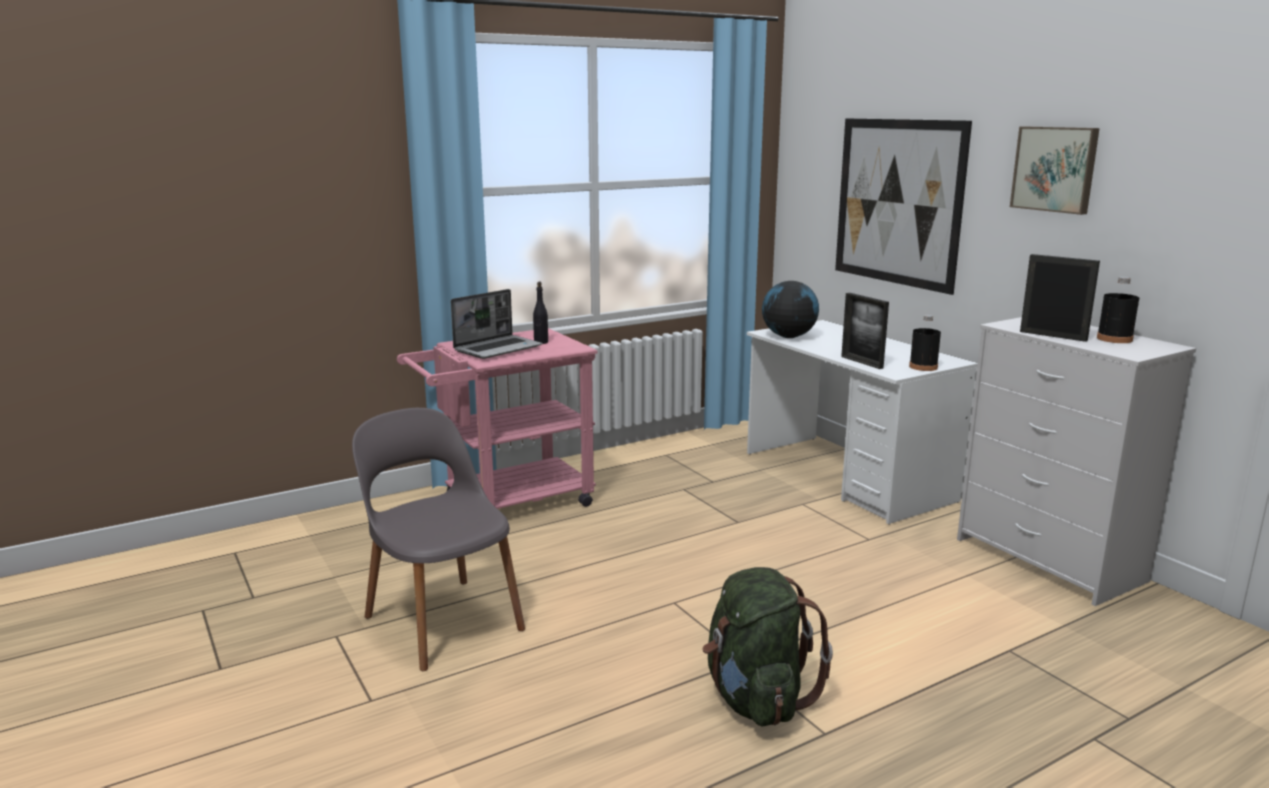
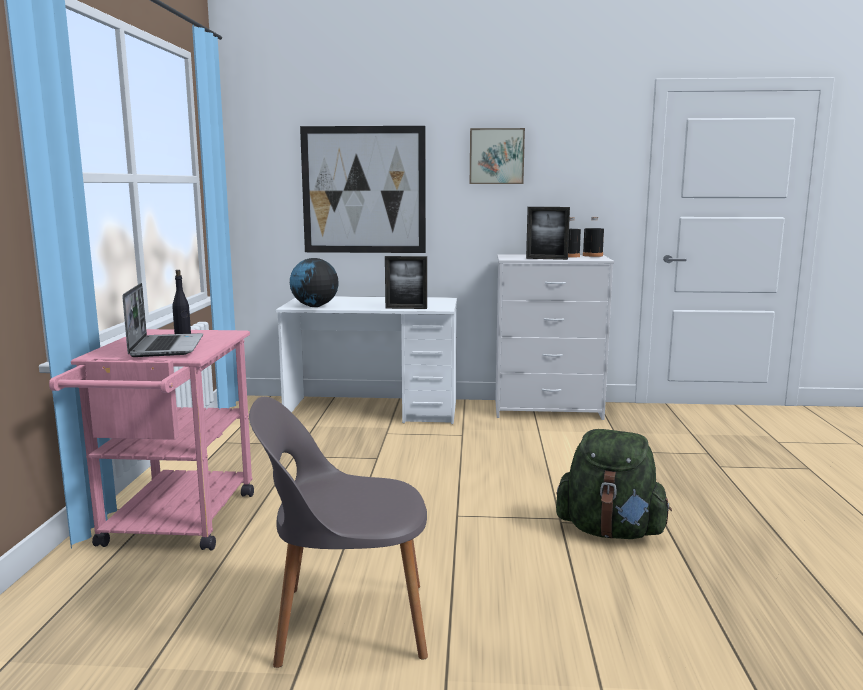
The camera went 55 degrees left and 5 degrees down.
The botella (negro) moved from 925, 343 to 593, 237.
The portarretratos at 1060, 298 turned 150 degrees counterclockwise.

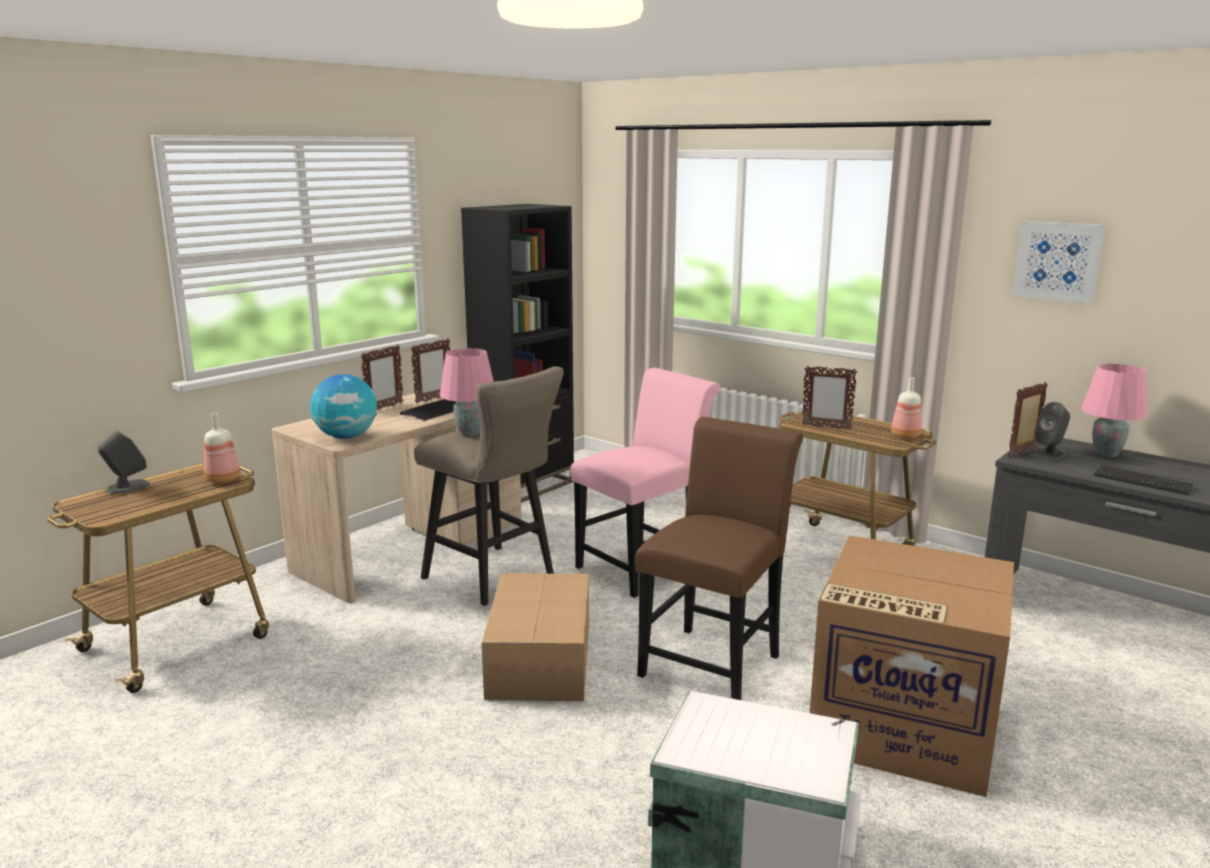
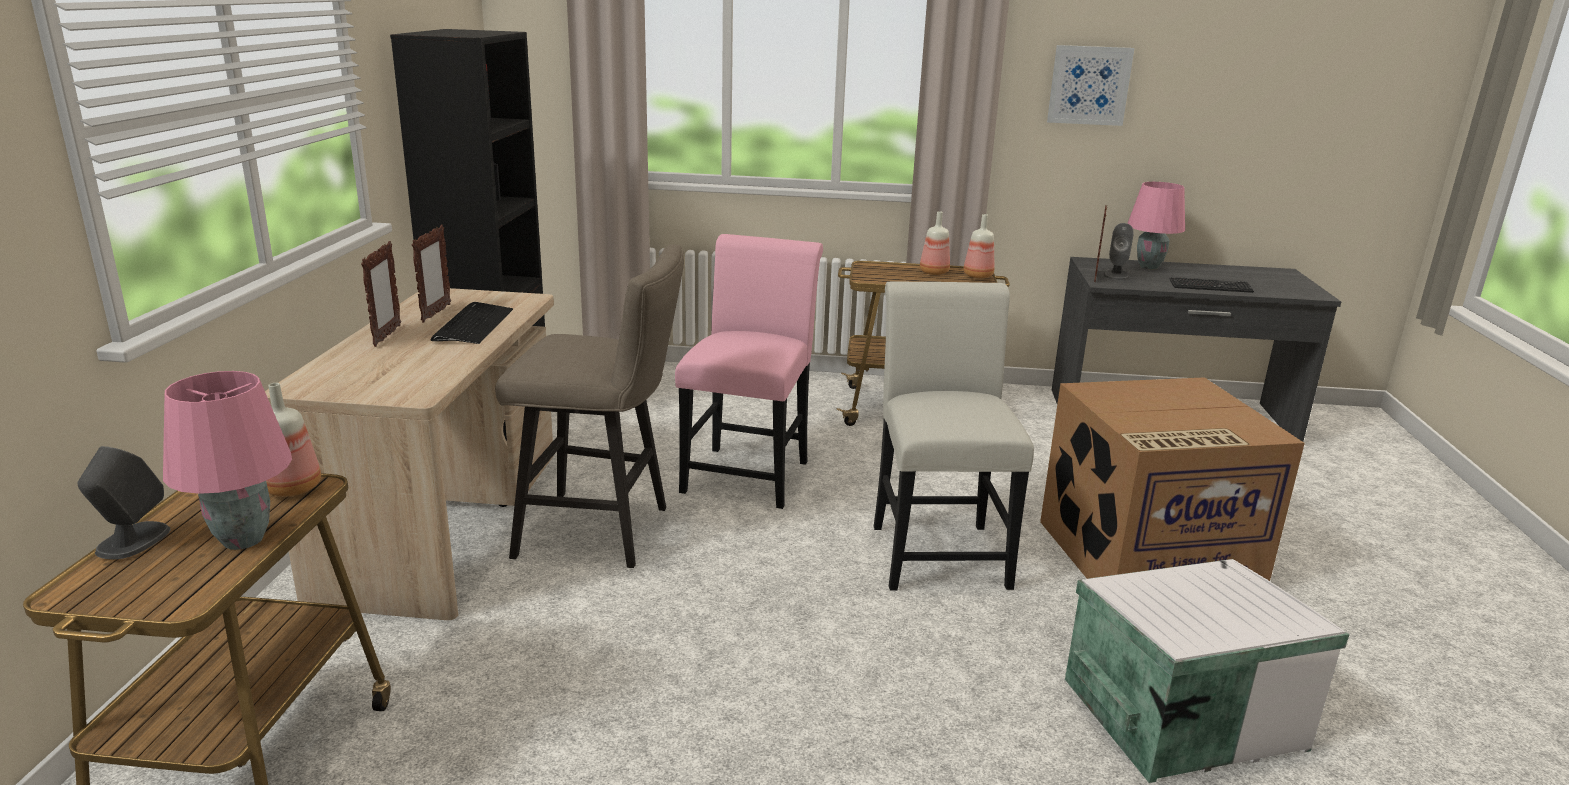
The camera went 35 degrees left and 5 degrees up.
The globo terráqueo at 343, 406 disappeared.
The caja de cartón at 535, 637 disappeared.
The portarretratos at 829, 398 disappeared.
The botella at 935, 243 appeared.
The lámpara de mesa (rosa) moved from 467, 392 to 227, 460.
The silla (marrón) at 719, 558 became the silla (blanco) at 954, 435.

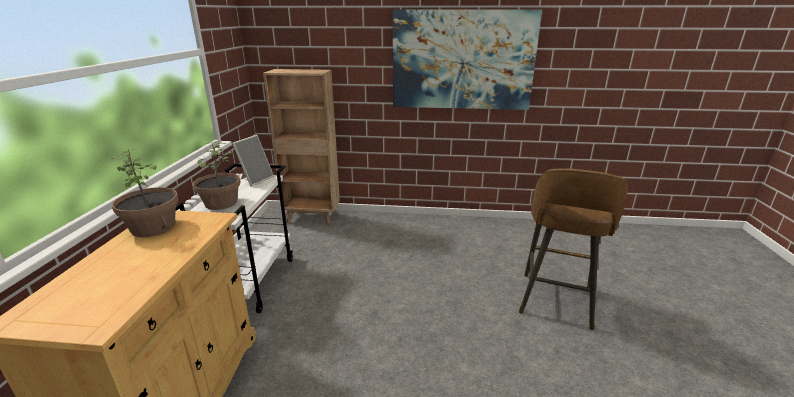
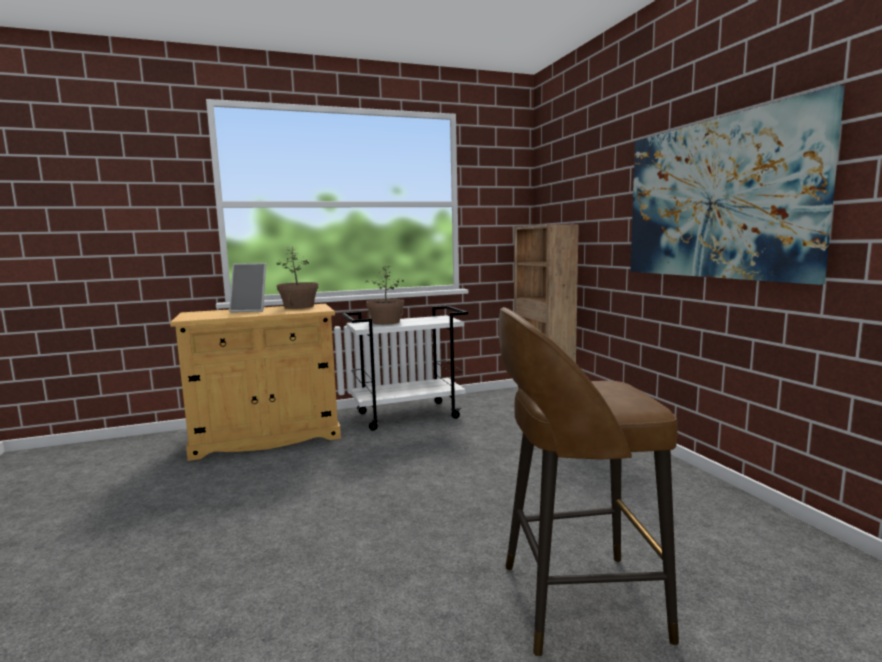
The camera went 65 degrees right and 15 degrees down.
The portarretratos moved from 253, 161 to 247, 287.

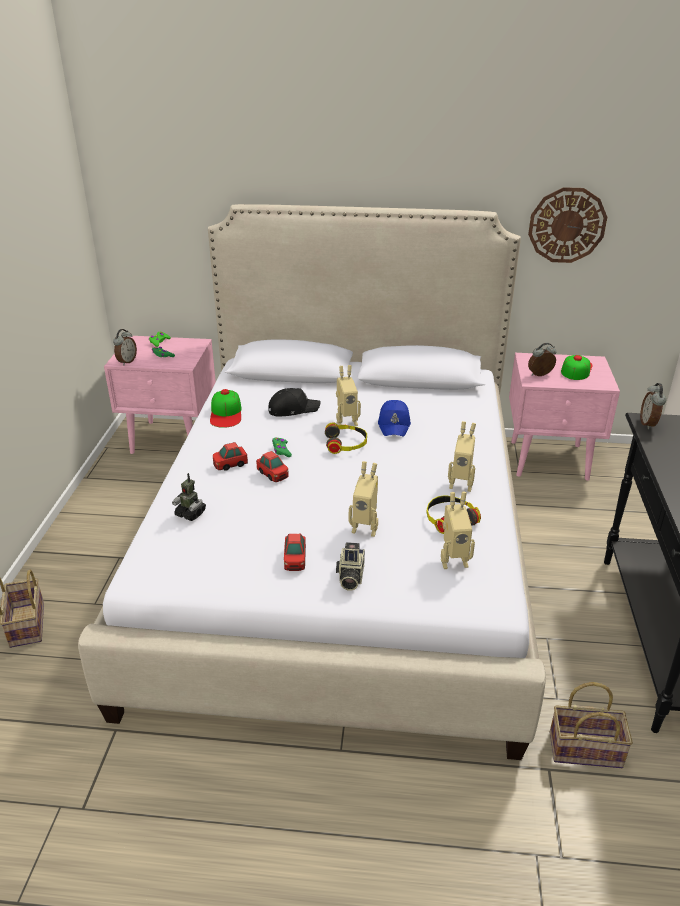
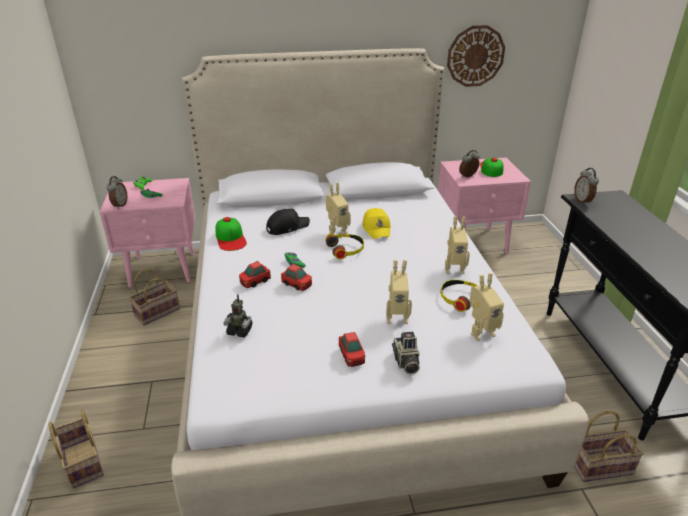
The camera went 15 degrees left and 0 degrees up.
The cesta at 154, 297 appeared.
The gorra (azul) at 394, 418 became the gorra (amarillo) at 377, 223.

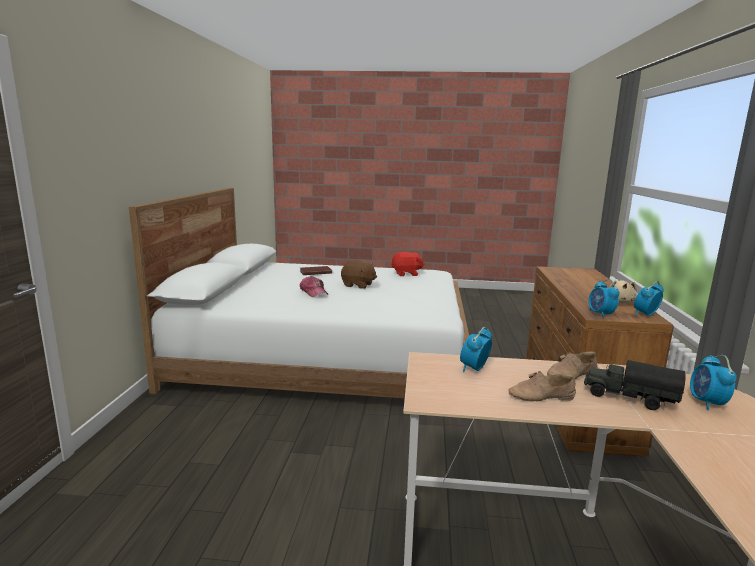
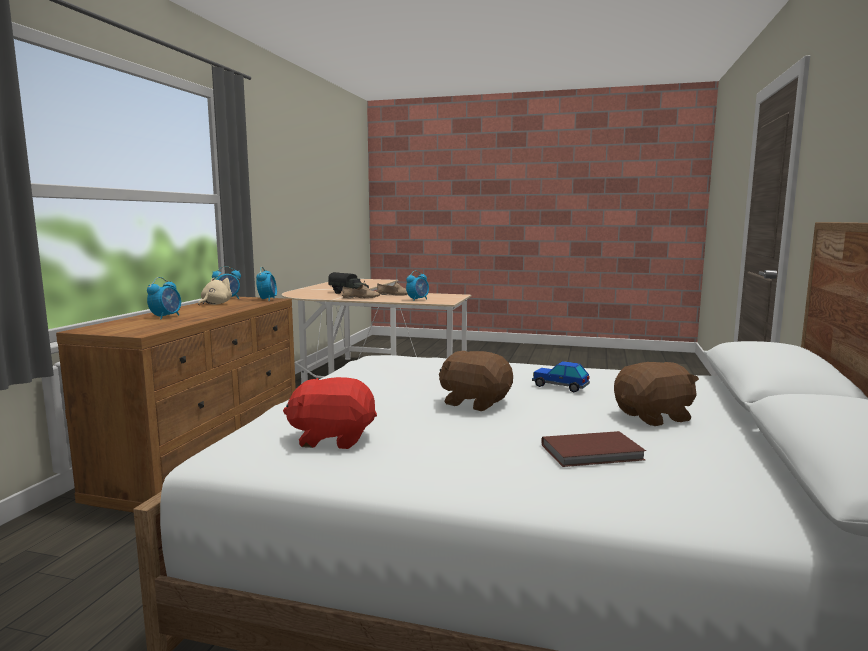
The camera went 170 degrees left and 5 degrees down.
The peluche (marrón) at 656, 394 appeared.
The despertador moved from 713, 382 to 164, 298.
The gorra at 314, 286 was replaced by the coche de juguete at 561, 377.

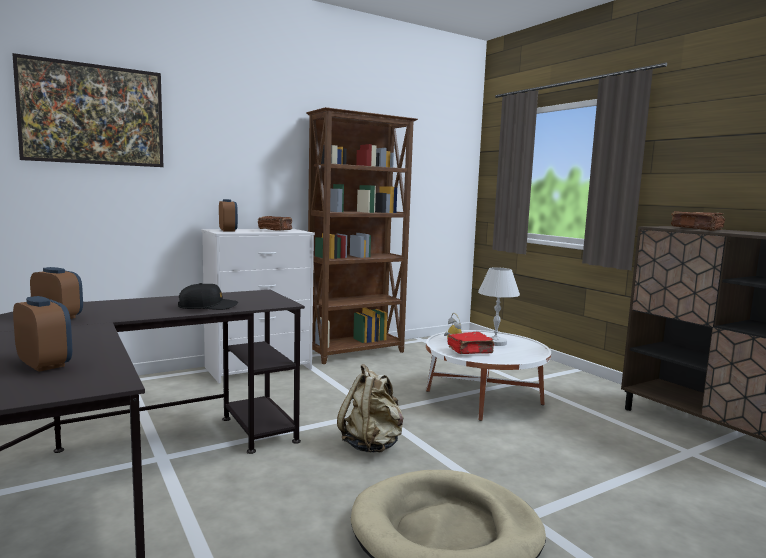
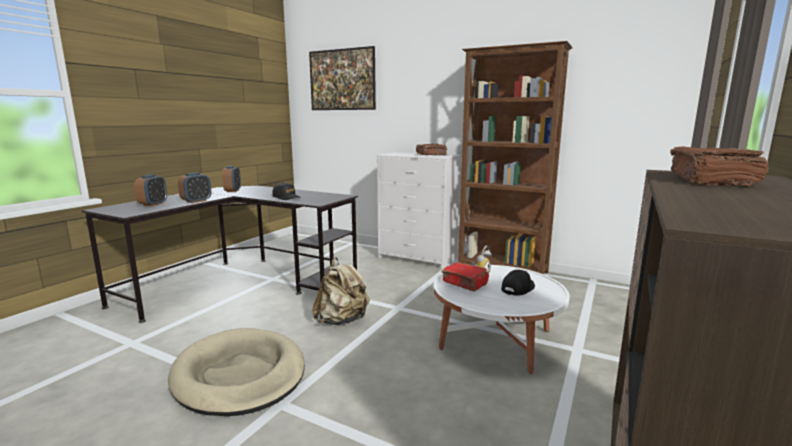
The camera went 60 degrees right and 5 degrees up.
The despertador moved from 228, 215 to 194, 187.
The lámpara de mesa (blanco) at 499, 306 was replaced by the gorra (negro) at 518, 283.

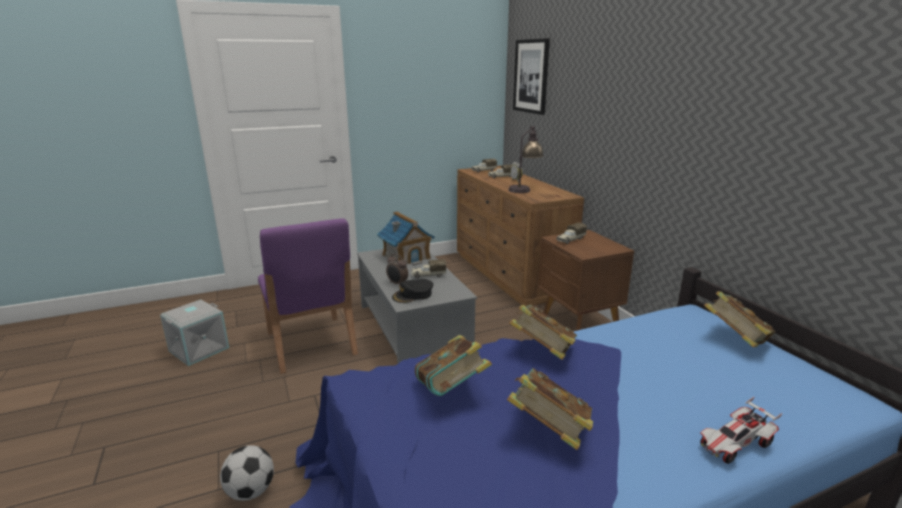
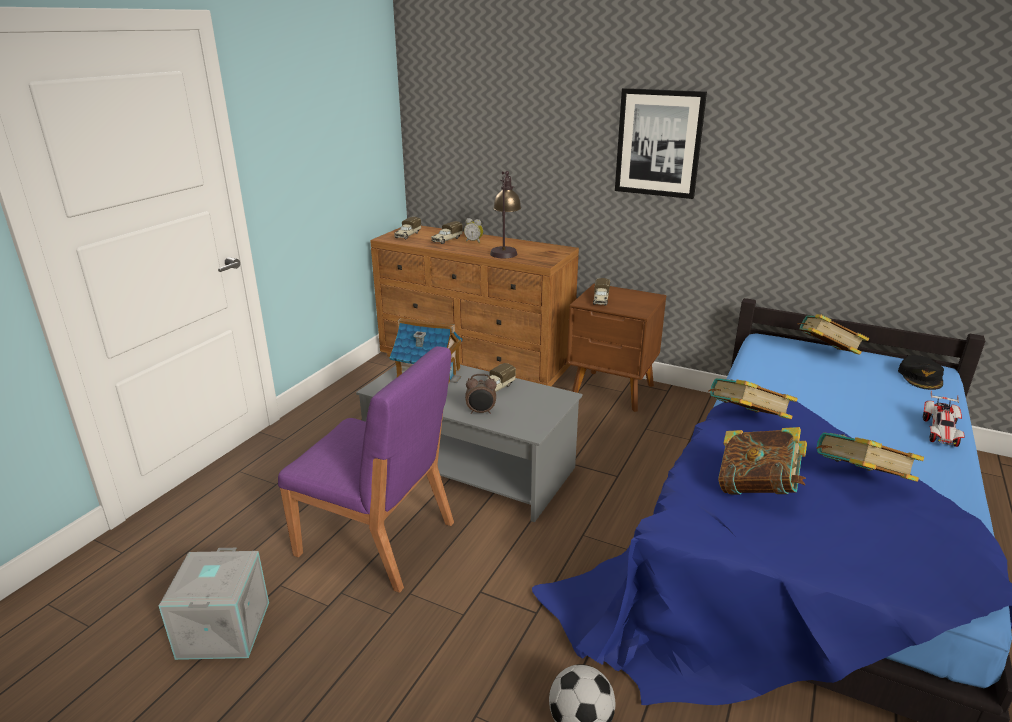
The camera went 40 degrees left and 5 degrees up.
The gorra (negro) moved from 412, 291 to 921, 372.
The cuadro moved from 531, 76 to 661, 143.

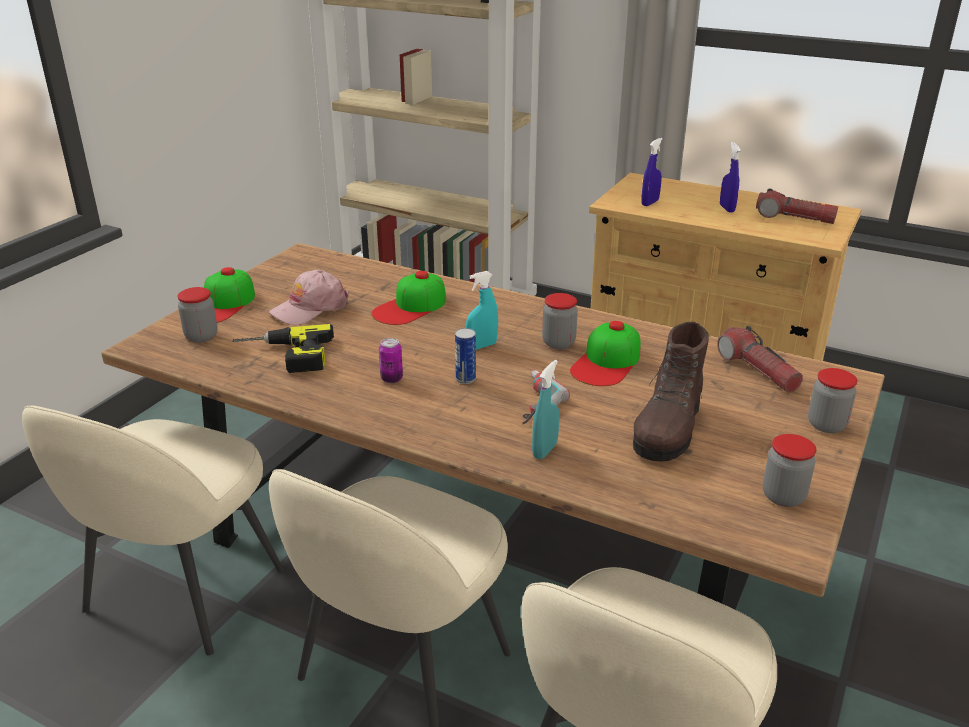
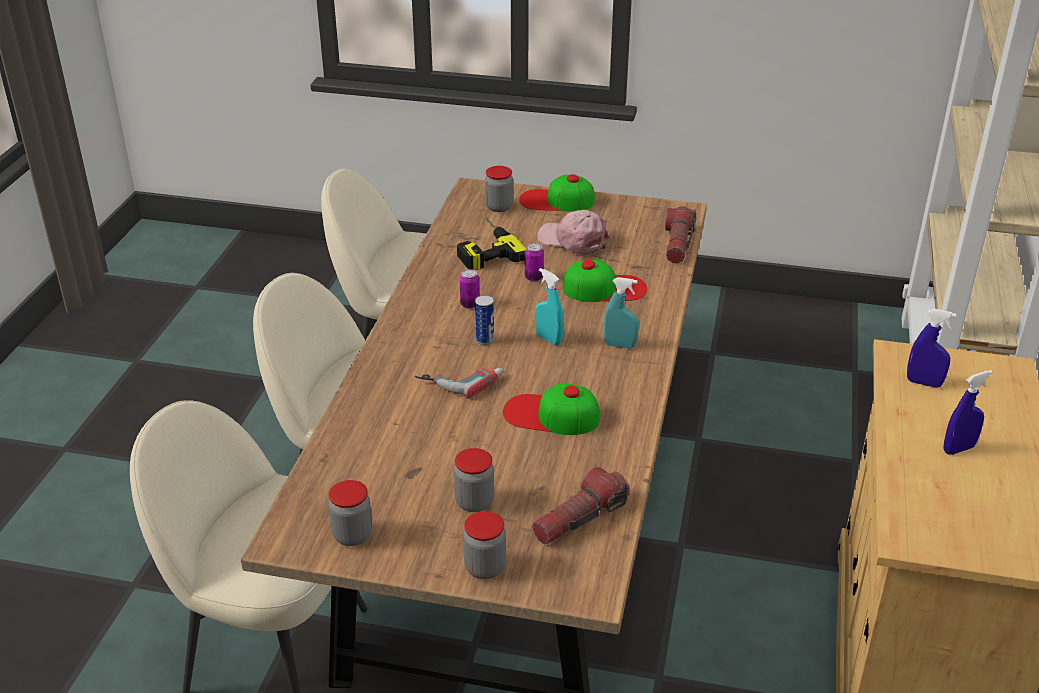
The camera went 75 degrees right and 5 degrees up.
The bota (marrón) at 671, 392 disappeared.
The lata at 534, 262 appeared.
The pulverizador (turquesa) moved from 546, 409 to 621, 313.
The tarro moved from 560, 321 to 474, 480.
The linterna moved from 797, 206 to 680, 234.
The gorra at 409, 298 turned 150 degrees clockwise.

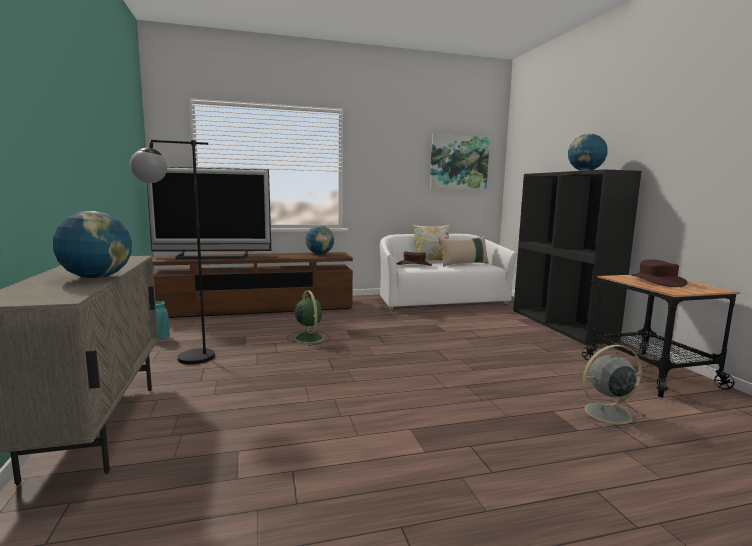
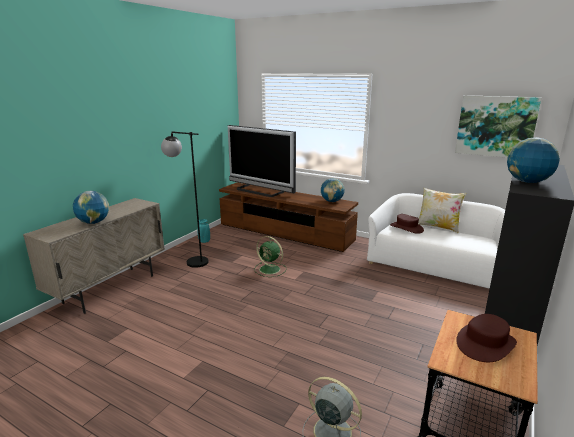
The camera went 45 degrees right and 10 degrees up.
The cojín (beis) at 463, 251 disappeared.
The ventilador (verde) at 308, 318 turned 105 degrees clockwise.

